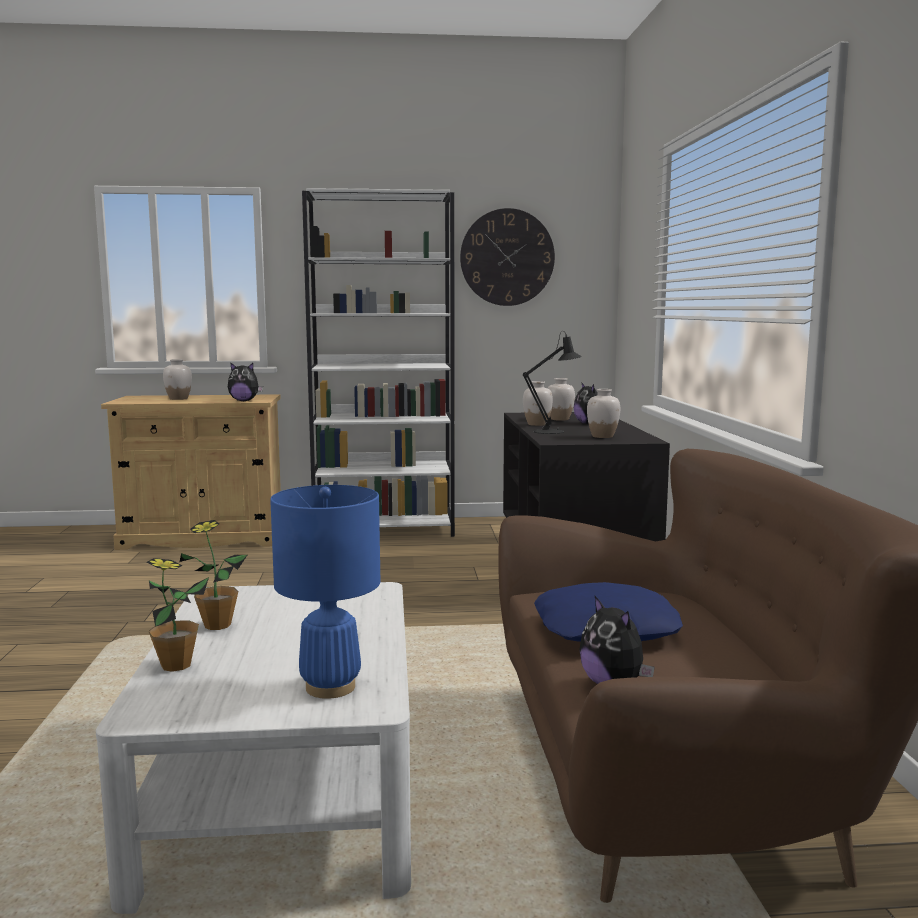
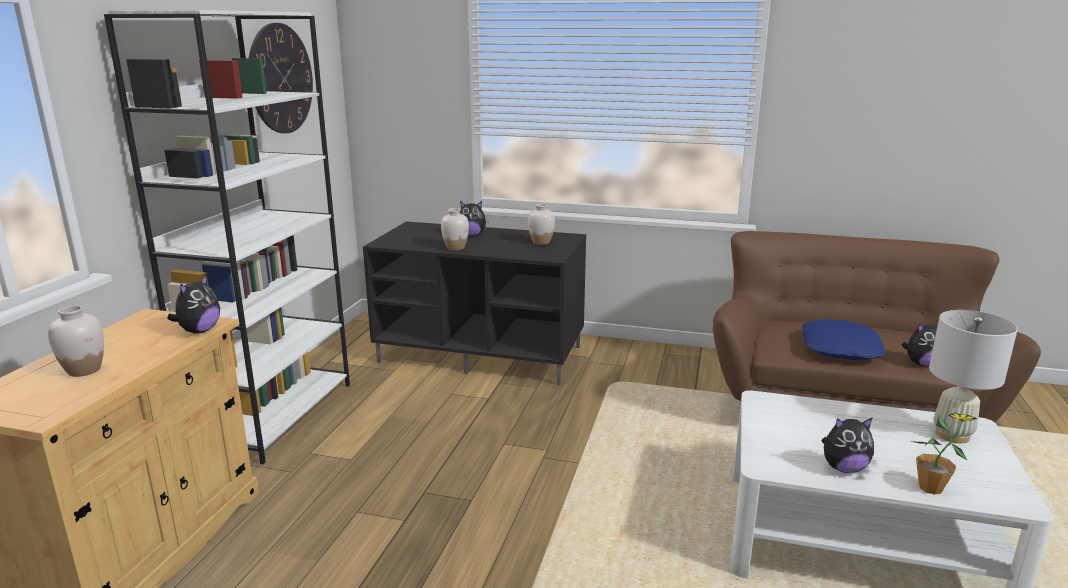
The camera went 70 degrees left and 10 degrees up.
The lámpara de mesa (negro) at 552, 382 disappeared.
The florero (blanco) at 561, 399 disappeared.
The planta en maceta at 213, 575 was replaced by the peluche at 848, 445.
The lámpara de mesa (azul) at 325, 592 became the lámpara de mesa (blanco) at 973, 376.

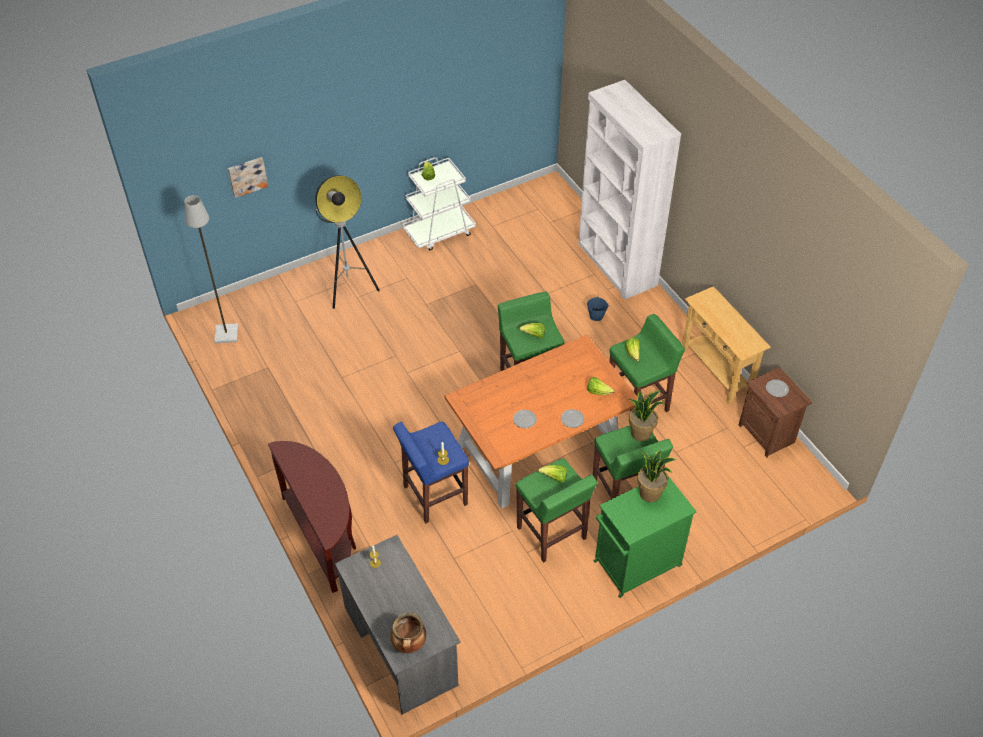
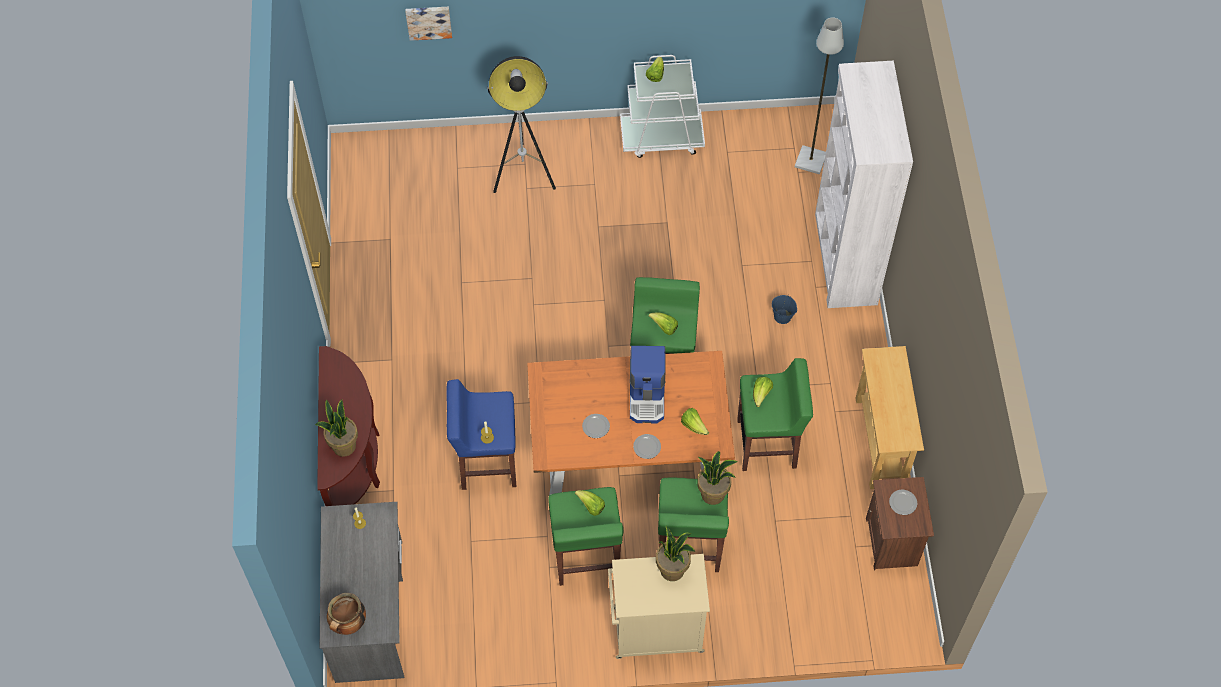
The camera went 25 degrees right and 10 degrees up.
The planta en maceta at 336, 428 appeared.
The cafetera at 647, 384 appeared.
The lámpara de pie (gris) moved from 211, 269 to 819, 96.
The armario (verde) at 645, 537 became the armario (beis) at 659, 606.

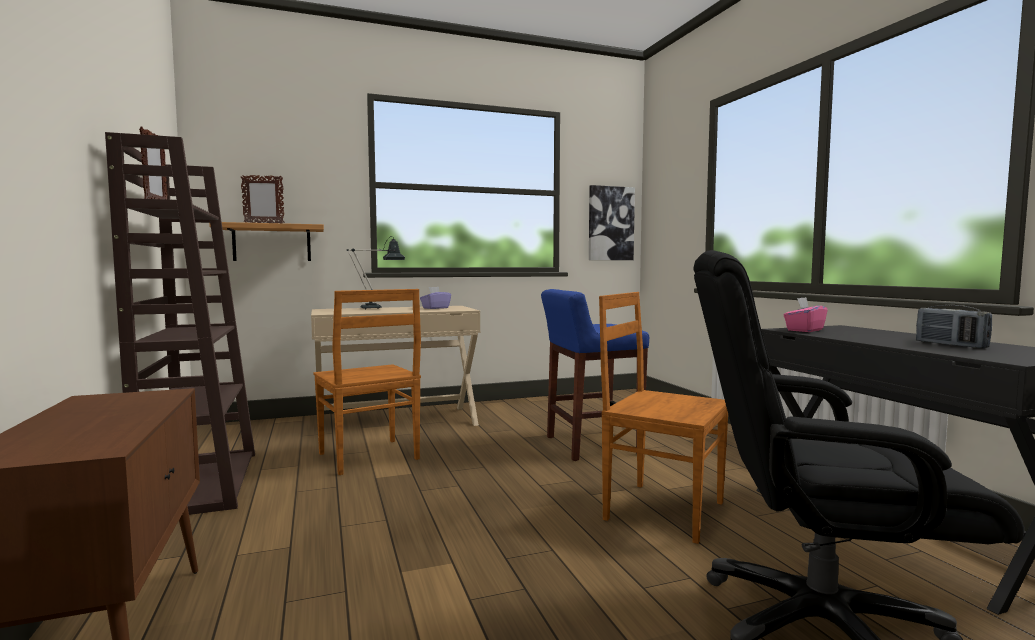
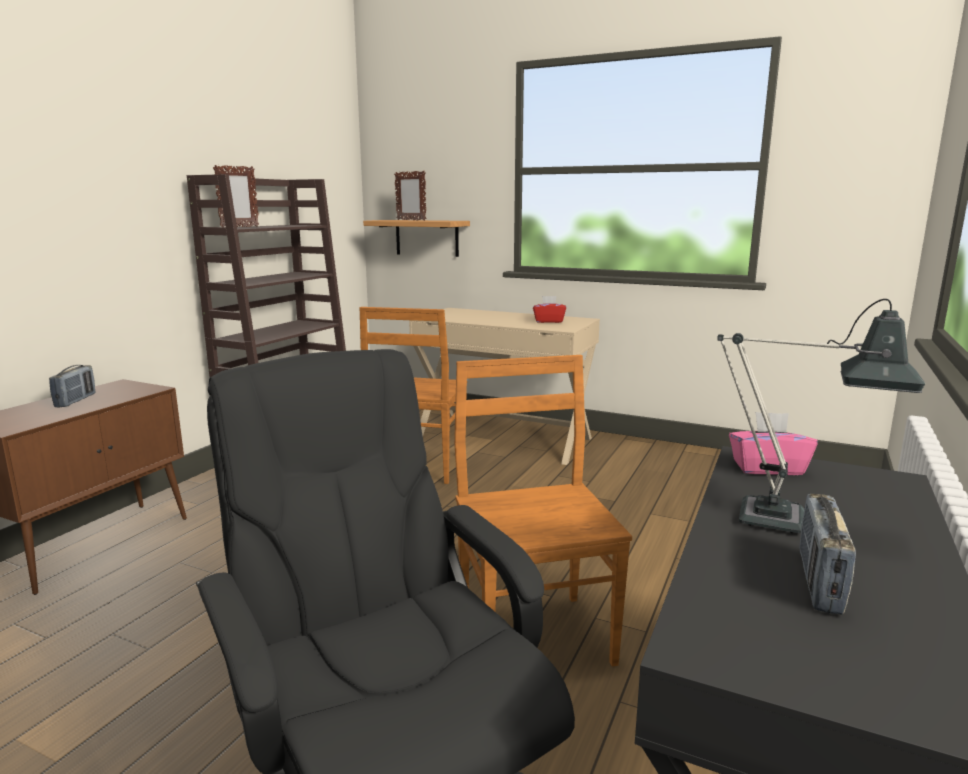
The camera went 45 degrees right and 10 degrees up.
The taburete (azul) at 595, 375 disappeared.
The cuadro at 612, 222 disappeared.
The radio at 72, 386 appeared.
The lámpara de mesa moved from 376, 272 to 821, 416.
The caja de pañuelos (morado) at 435, 298 became the caja de pañuelos (rojo) at 549, 309.

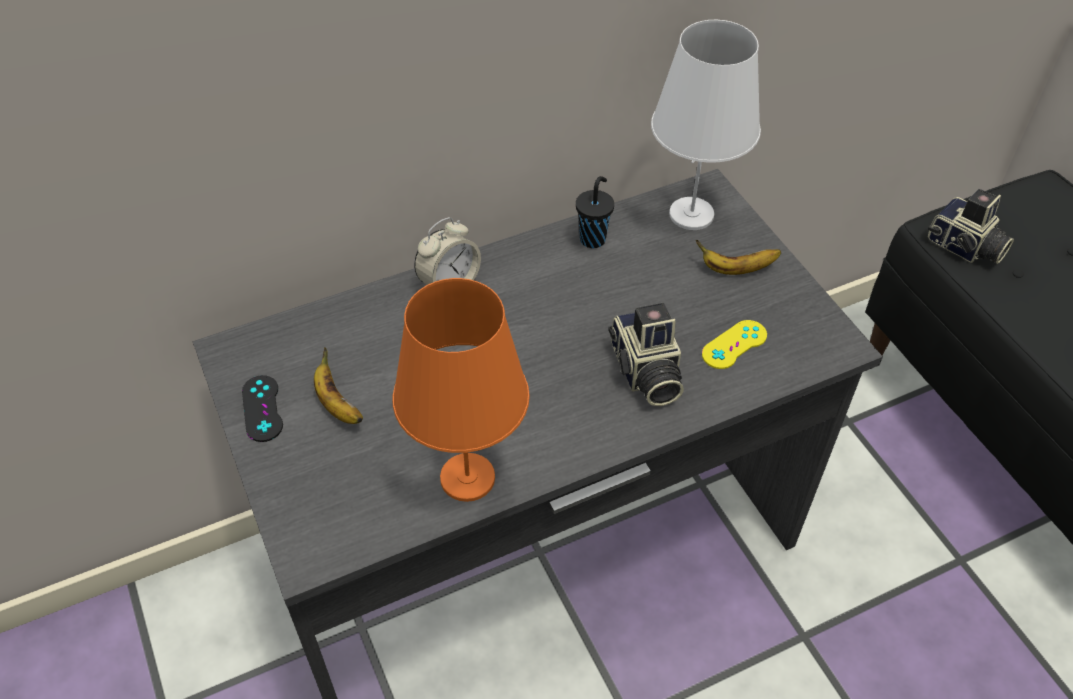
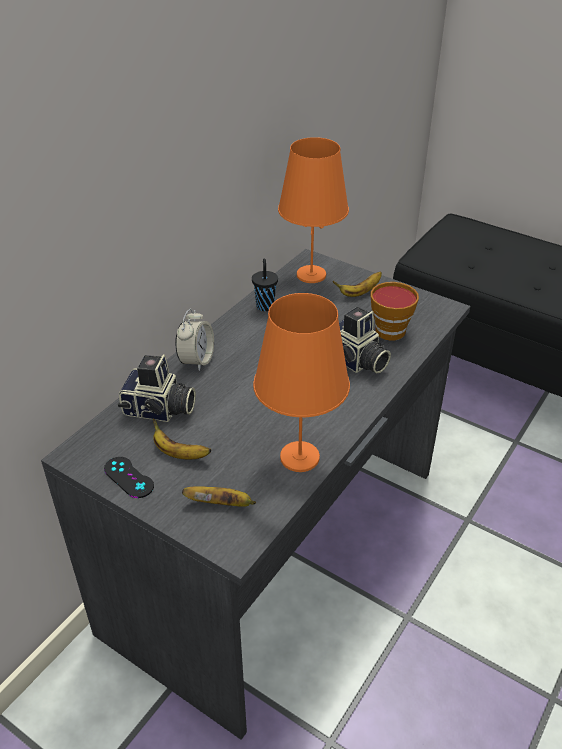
The camera went 30 degrees left and 10 degrees down.
The plátano at 219, 496 appeared.
The cámara moved from 971, 226 to 157, 388.
The mando de consola (amarillo) at 734, 344 was replaced by the taza at 395, 311.
The lámpara de mesa (blanco) at 706, 125 became the lámpara de mesa (naranja) at 313, 210.

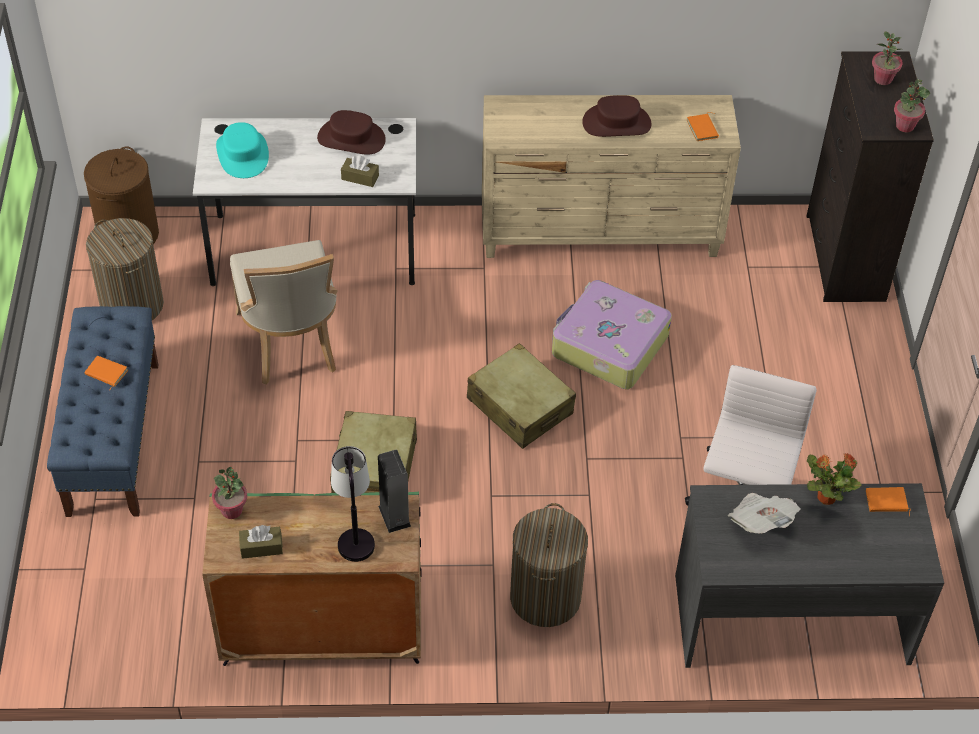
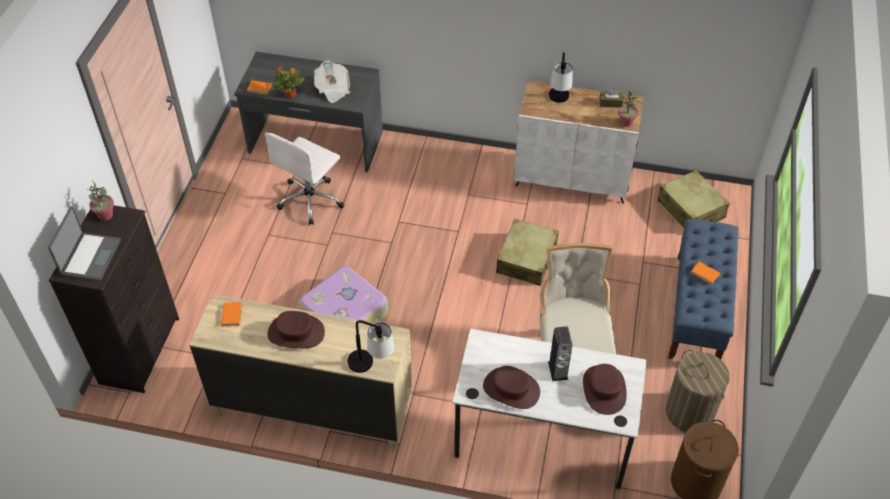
The camera went 165 degrees left and 0 degrees up.
The caja de pañuelos (marrón) at 360, 171 disappeared.
The cesto de la ropa at 549, 565 disappeared.
The lámpara de mesa at 371, 346 appeared.
The altavoz moved from 394, 491 to 560, 353.
The maleta (beis) moved from 521, 396 to 694, 198.
The planta en maceta at 887, 58 was replaced by the portátil at 84, 243.
The armario (verde) at 312, 579 became the armario (blanco) at 579, 142.
The sombrero (turquesa) at 242, 150 became the sombrero (marrón) at 605, 389.

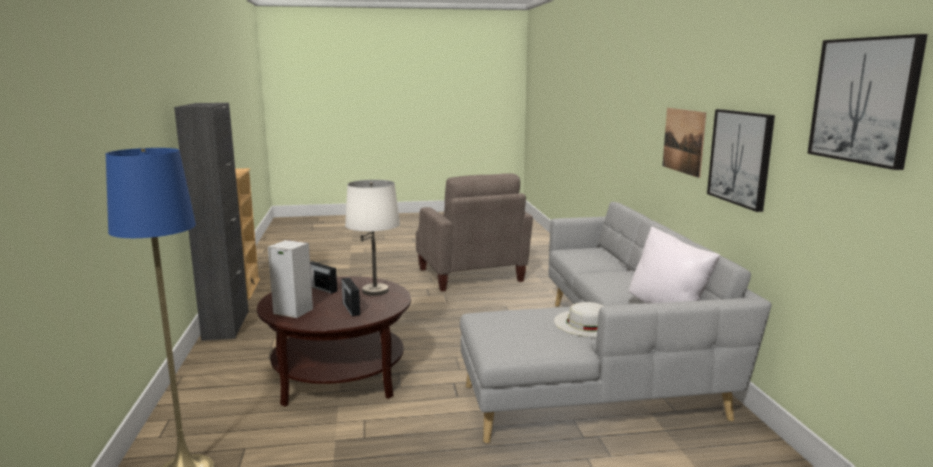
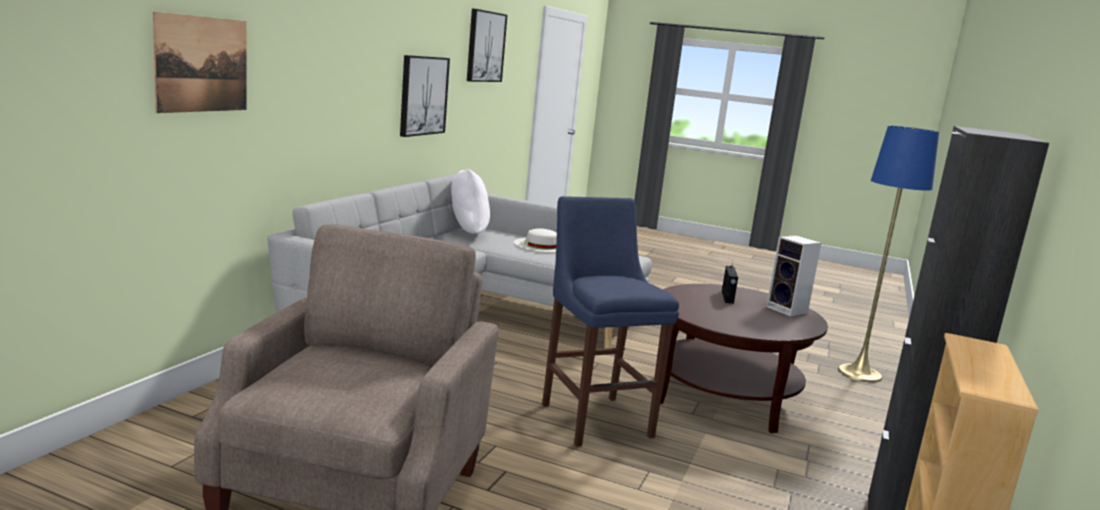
The camera went 150 degrees left and 0 degrees up.
The radio at 323, 277 disappeared.
The lámpara de mesa (blanco) at 372, 238 disappeared.
The taburete (azul) at 610, 321 appeared.
The cuadro moved from 684, 143 to 200, 62.

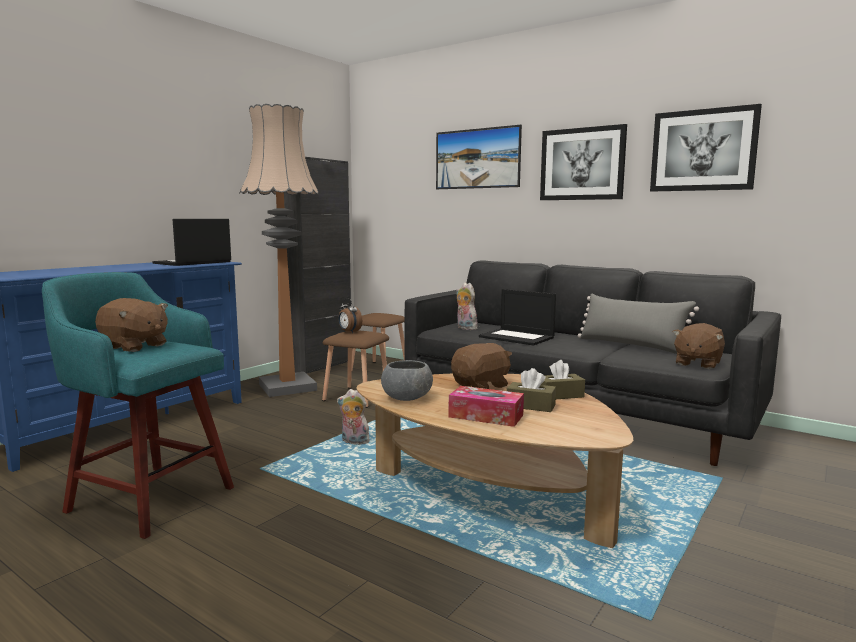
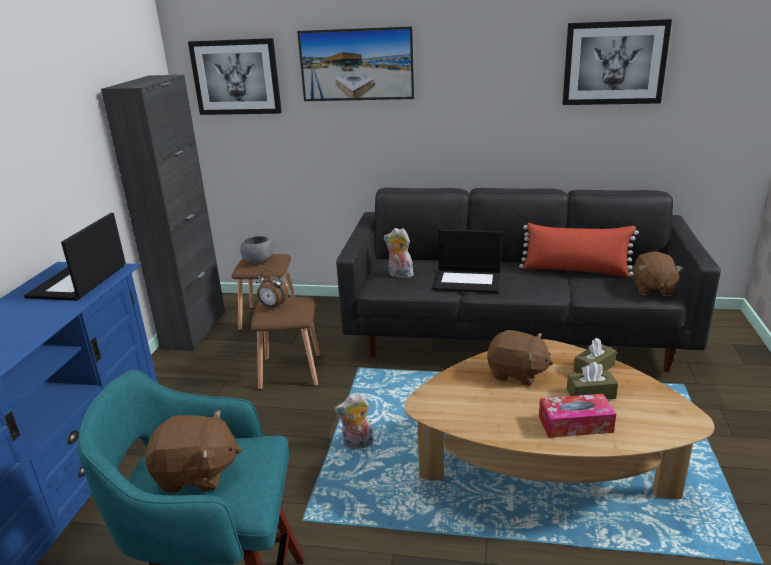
The camera went 25 degrees left and 15 degrees up.
The lámpara de pie at 279, 250 disappeared.
The cuenco (gris) moved from 407, 380 to 257, 249.
The cuadro moved from 583, 162 to 235, 76.
The cojín (gris) at 638, 324 became the cojín (rojo) at 579, 250.
The peluche (marrón) at 481, 366 turned 90 degrees clockwise.

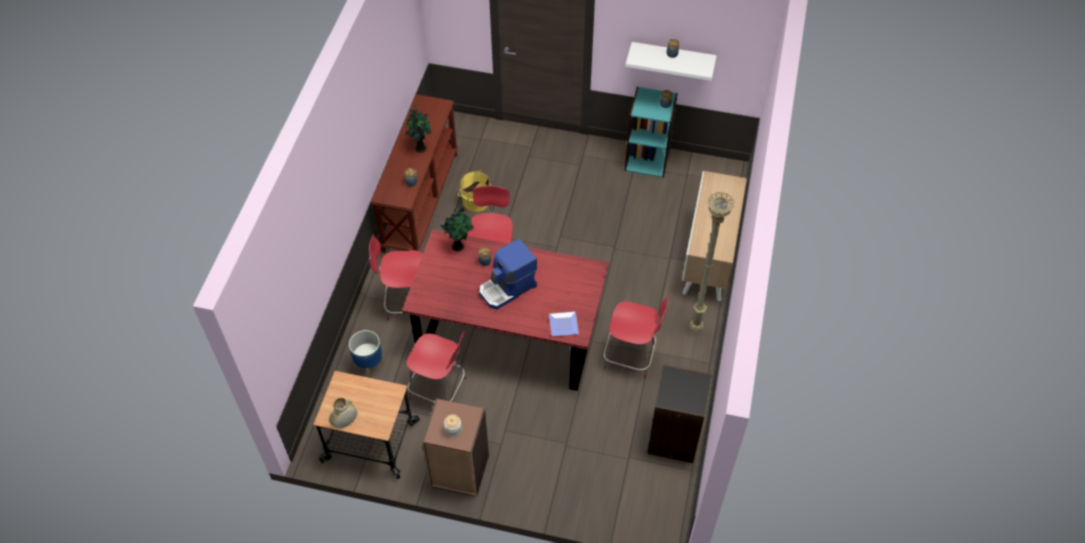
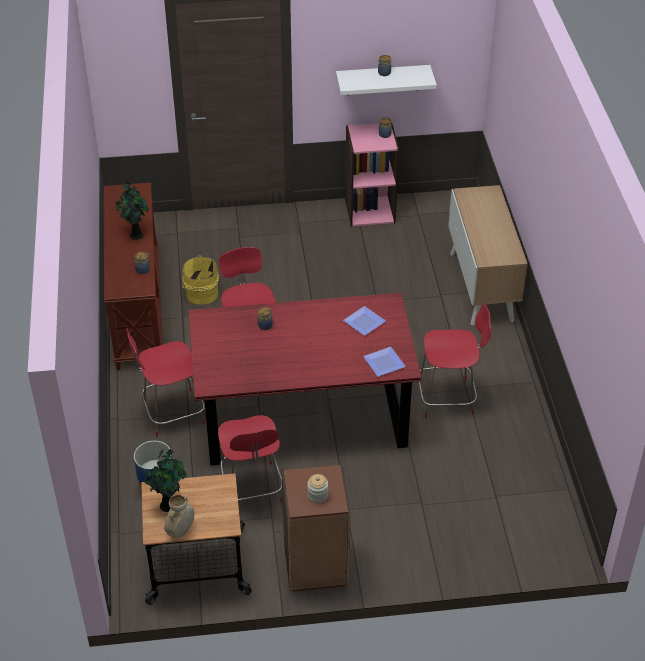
The camera went 20 degrees left and 10 degrees down.
The cafetera at 508, 274 disappeared.
The estantería (negro) at 679, 414 disappeared.
The lámpara de pie (beis) at 712, 262 disappeared.
The plato at 364, 321 appeared.
The planta en maceta moved from 457, 229 to 165, 480.
The estantería (turquesa) at 651, 132 became the estantería (rosa) at 372, 174.
The silla (rojo) at 436, 367 turned 75 degrees clockwise.

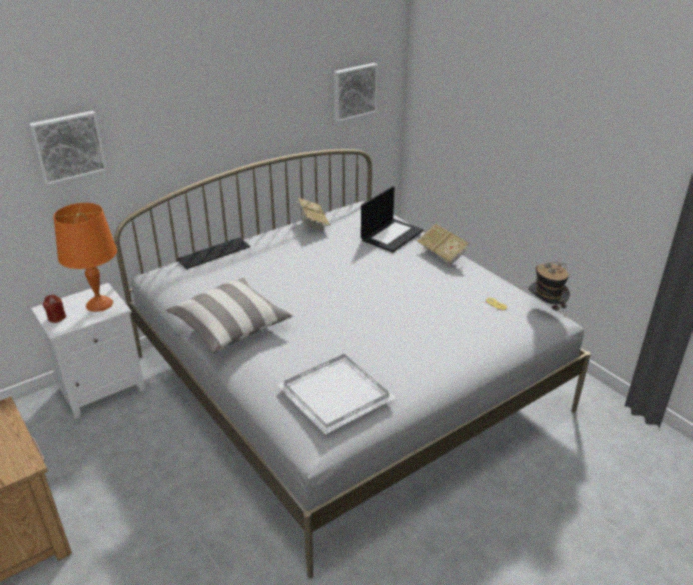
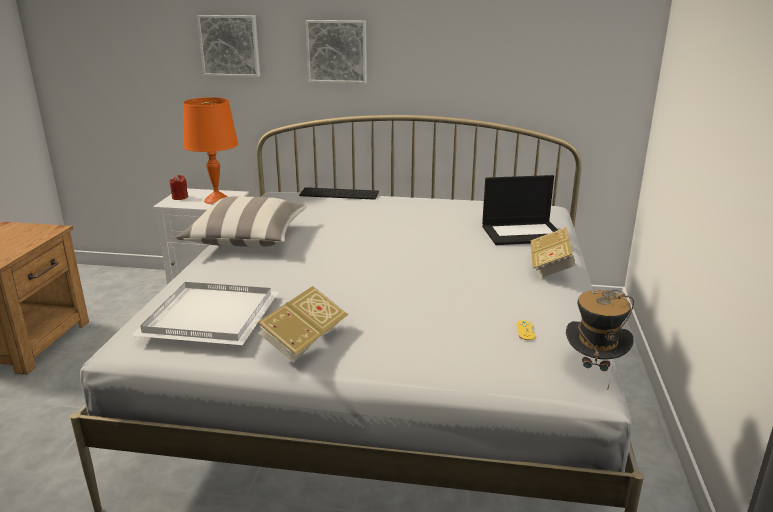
The camera went 45 degrees right and 10 degrees down.
The libro moved from 313, 214 to 302, 324.
The cuadro moved from 356, 92 to 336, 52.

